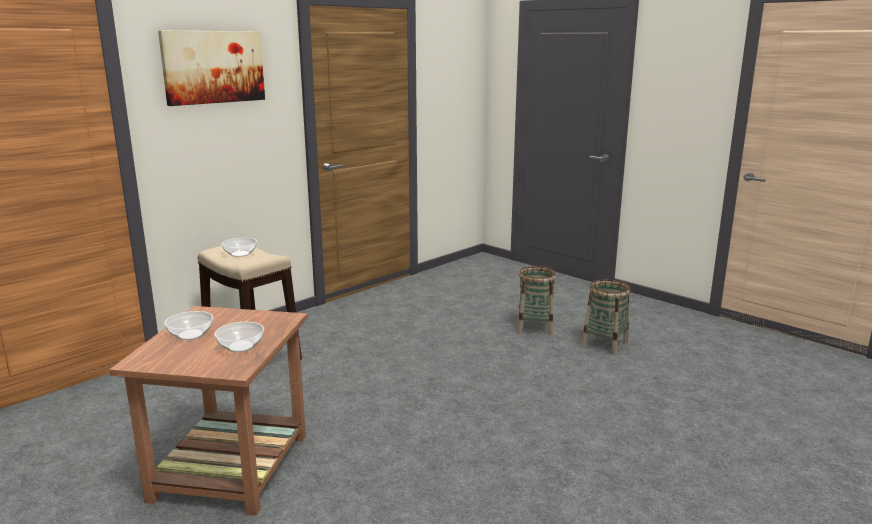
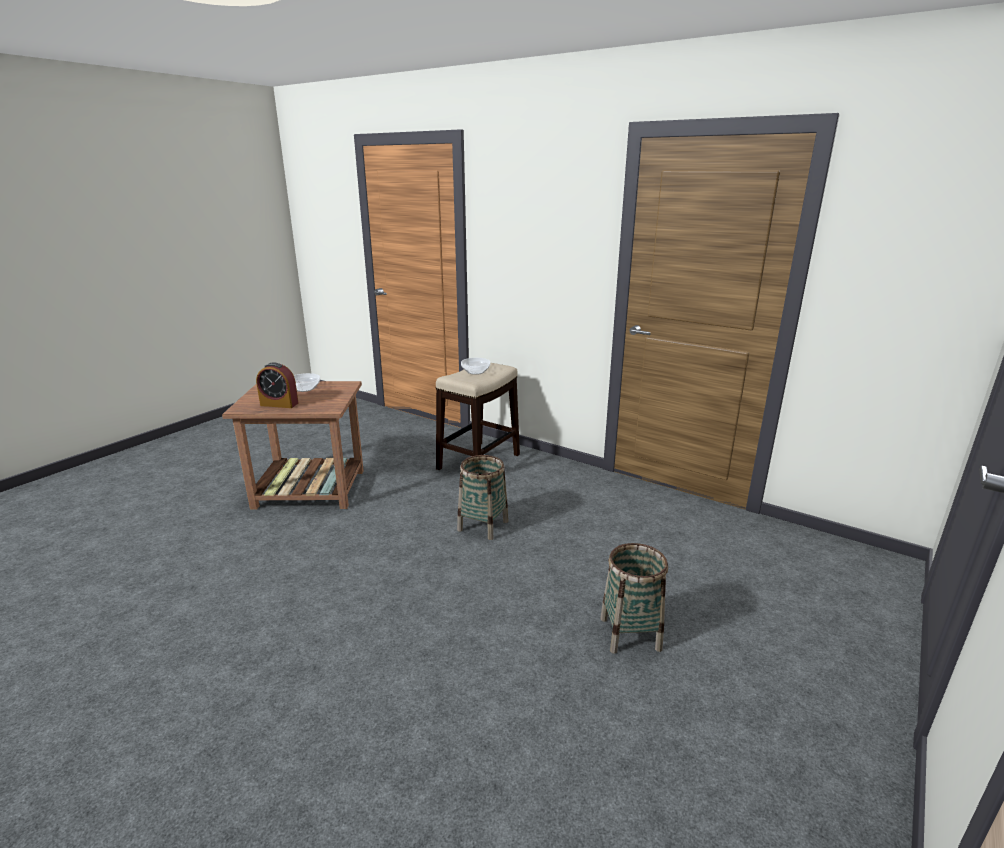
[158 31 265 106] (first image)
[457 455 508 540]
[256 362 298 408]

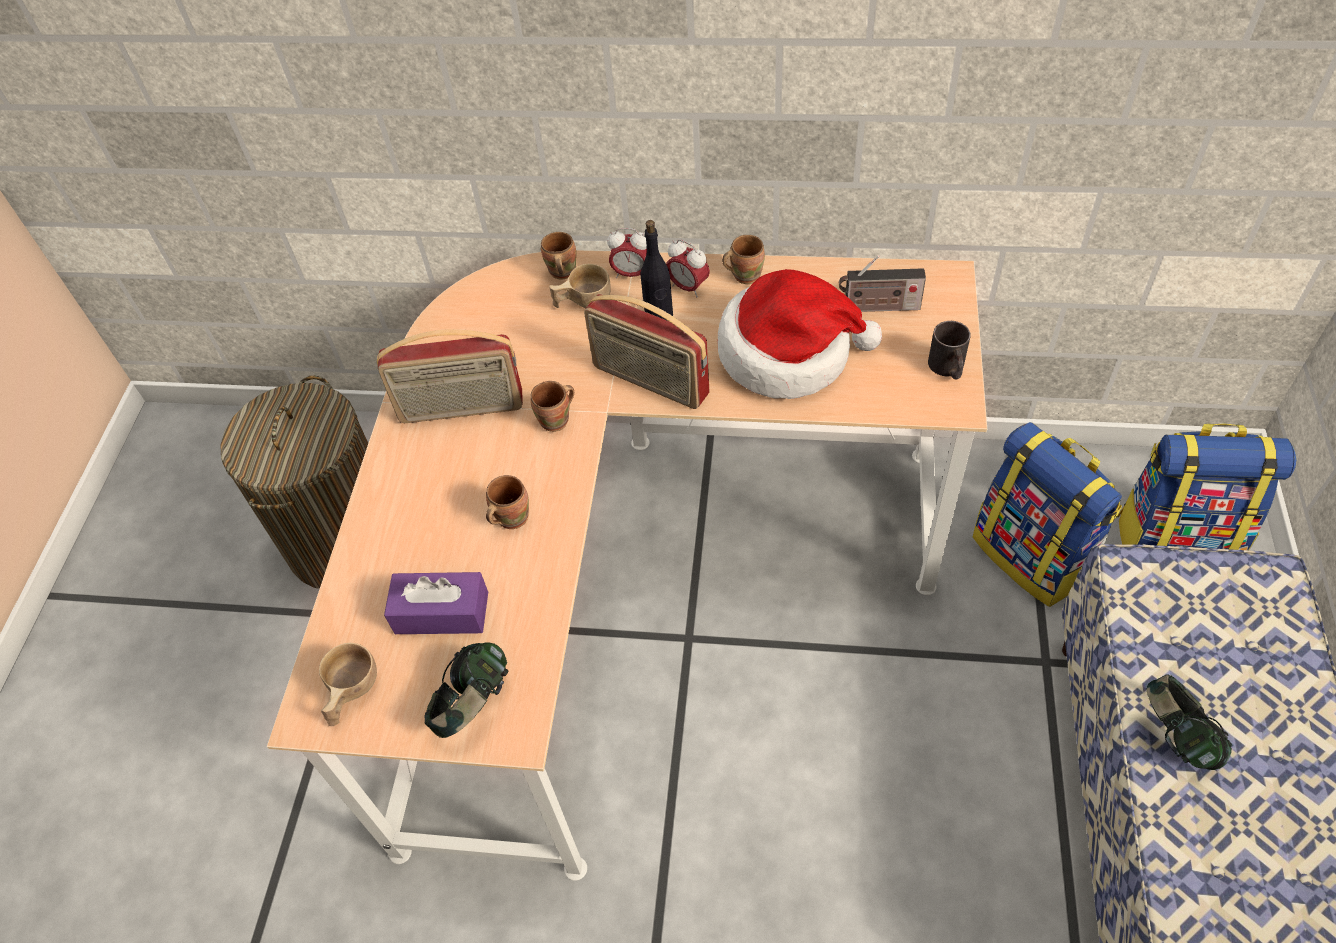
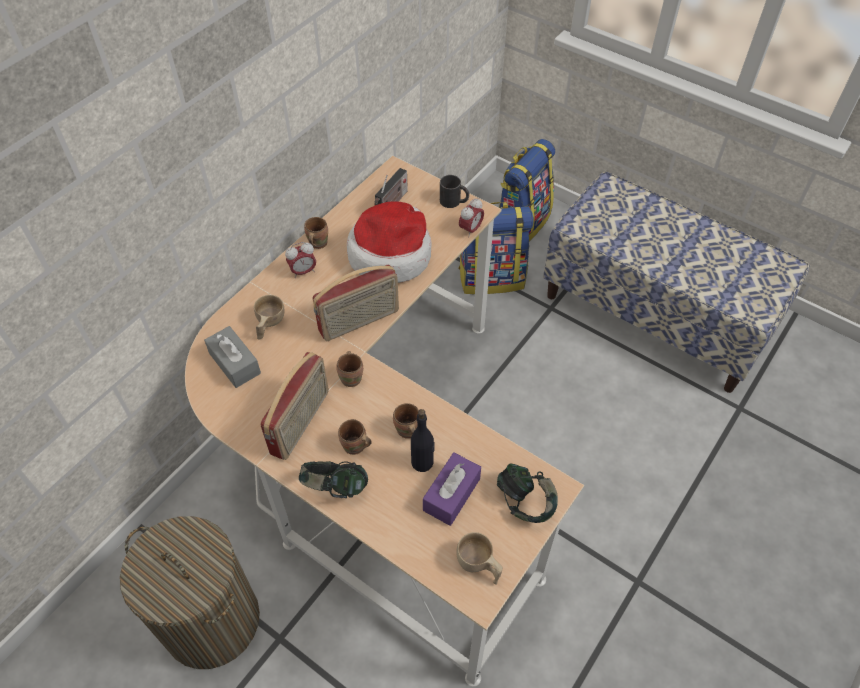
[204 326 261 388]
[338 419 372 455]
[459 198 484 235]
[411 409 435 472]
[299 461 368 498]

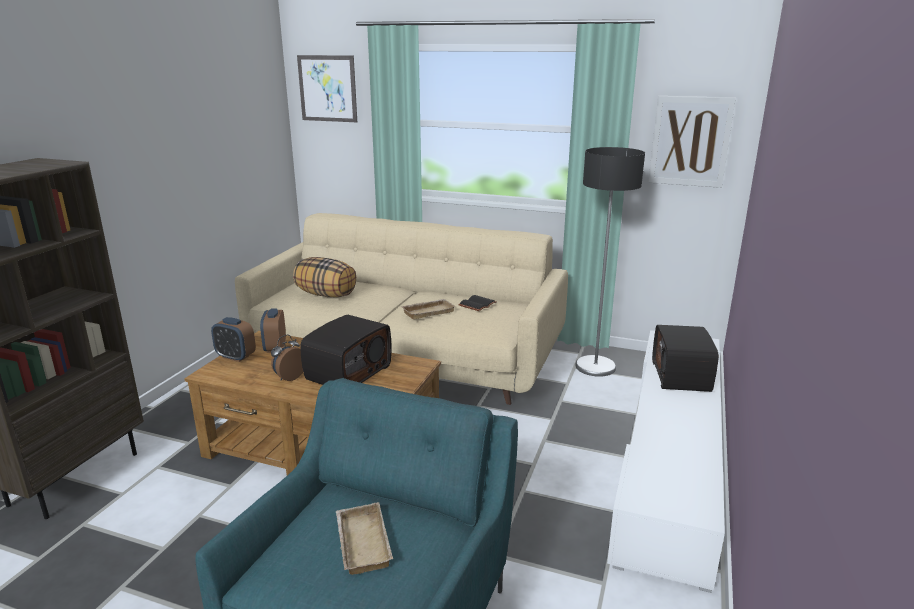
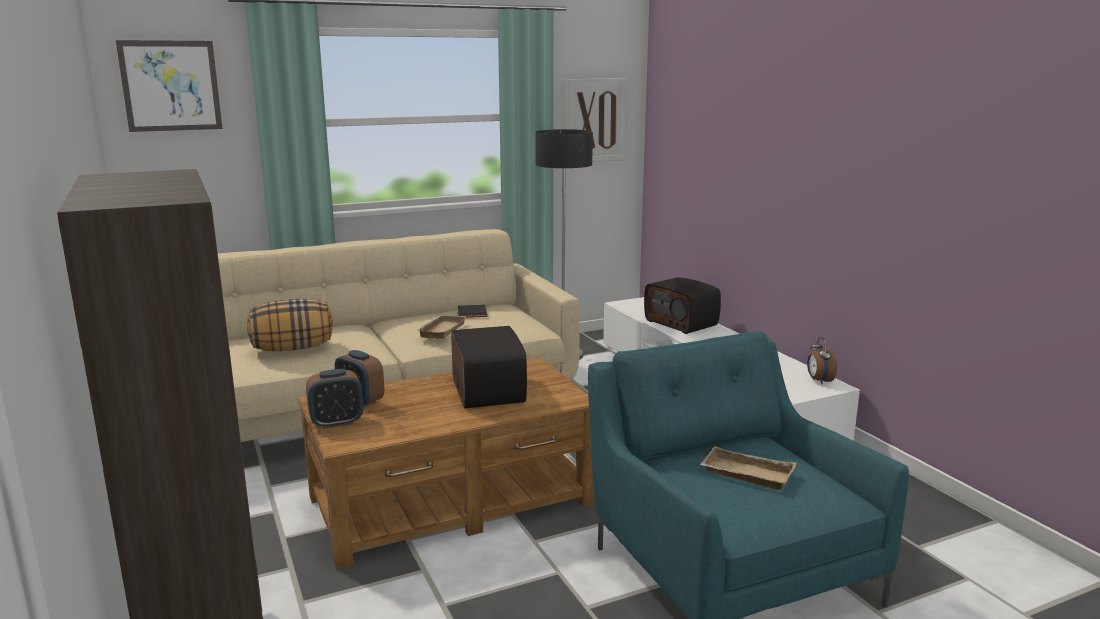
[807 337 837 384]

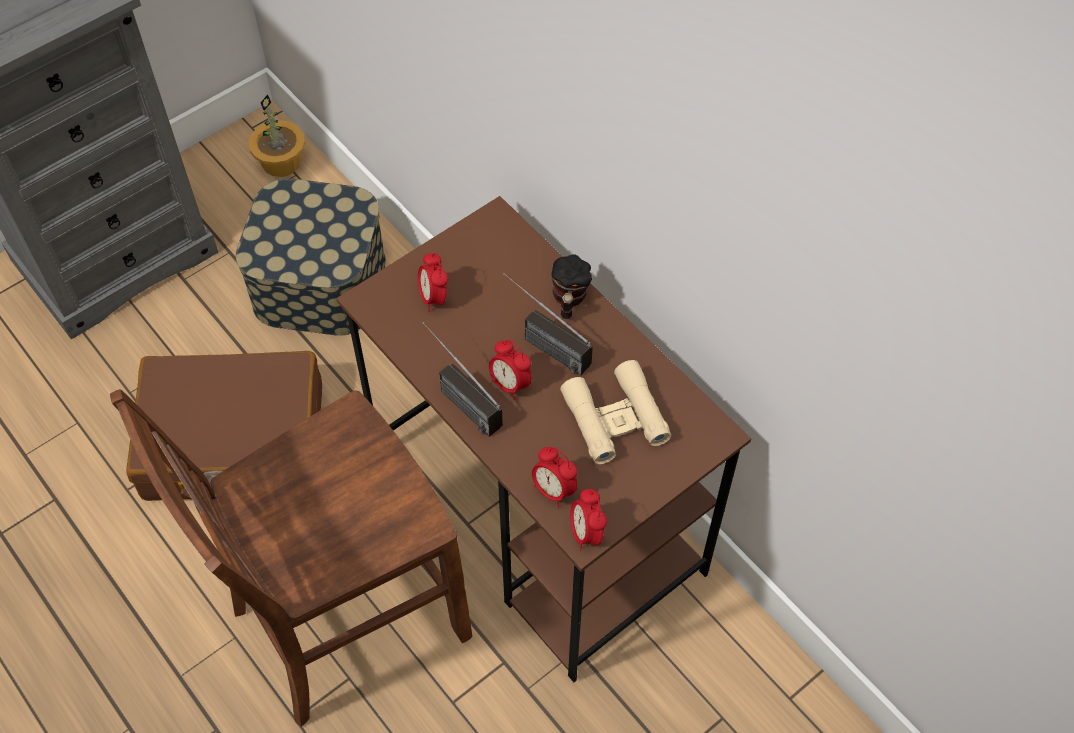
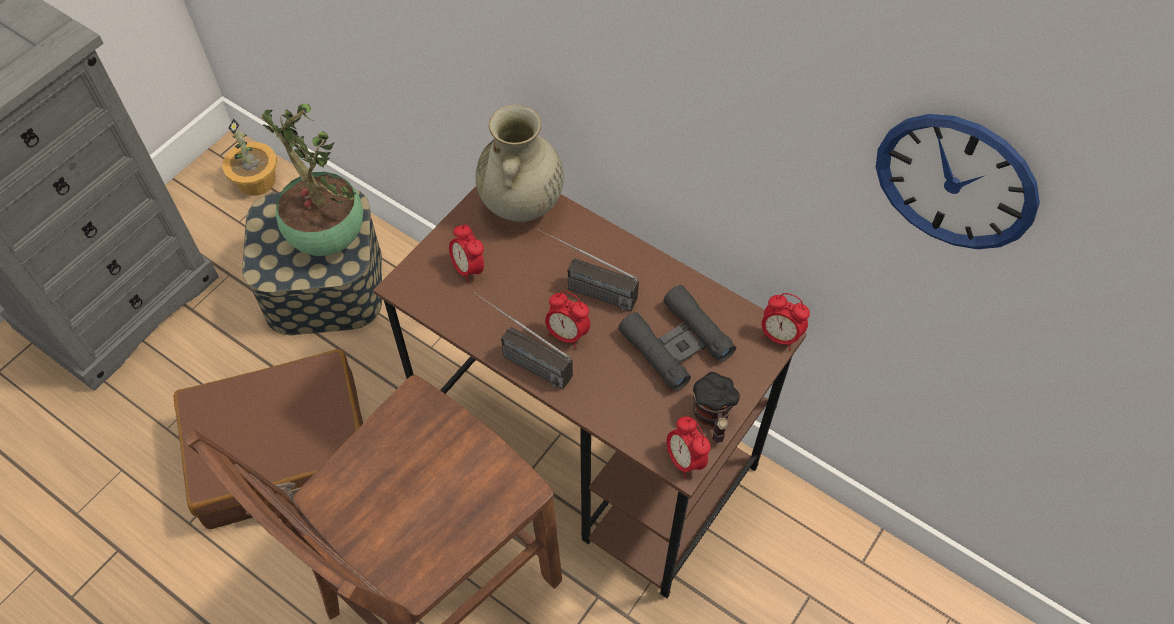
[260 103 363 256]
[476 105 564 222]
[876 114 1040 249]
[761 293 810 350]
[693 372 740 443]
[618 285 736 391]

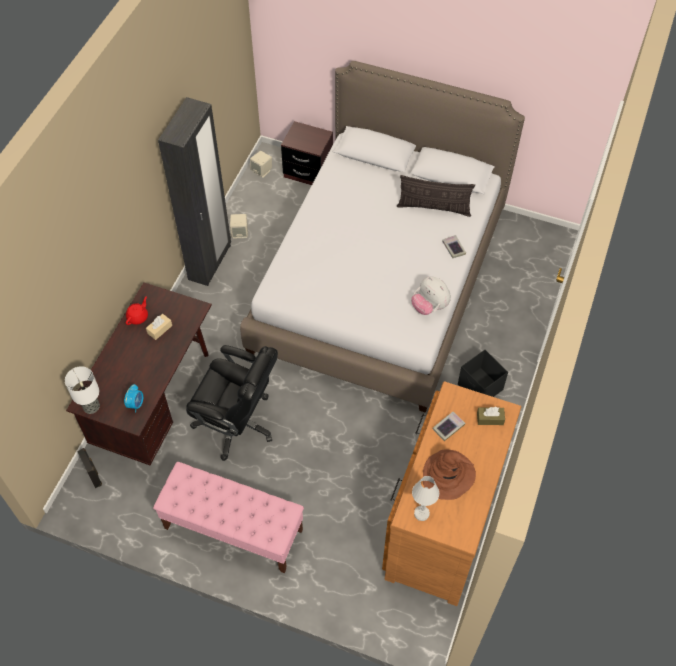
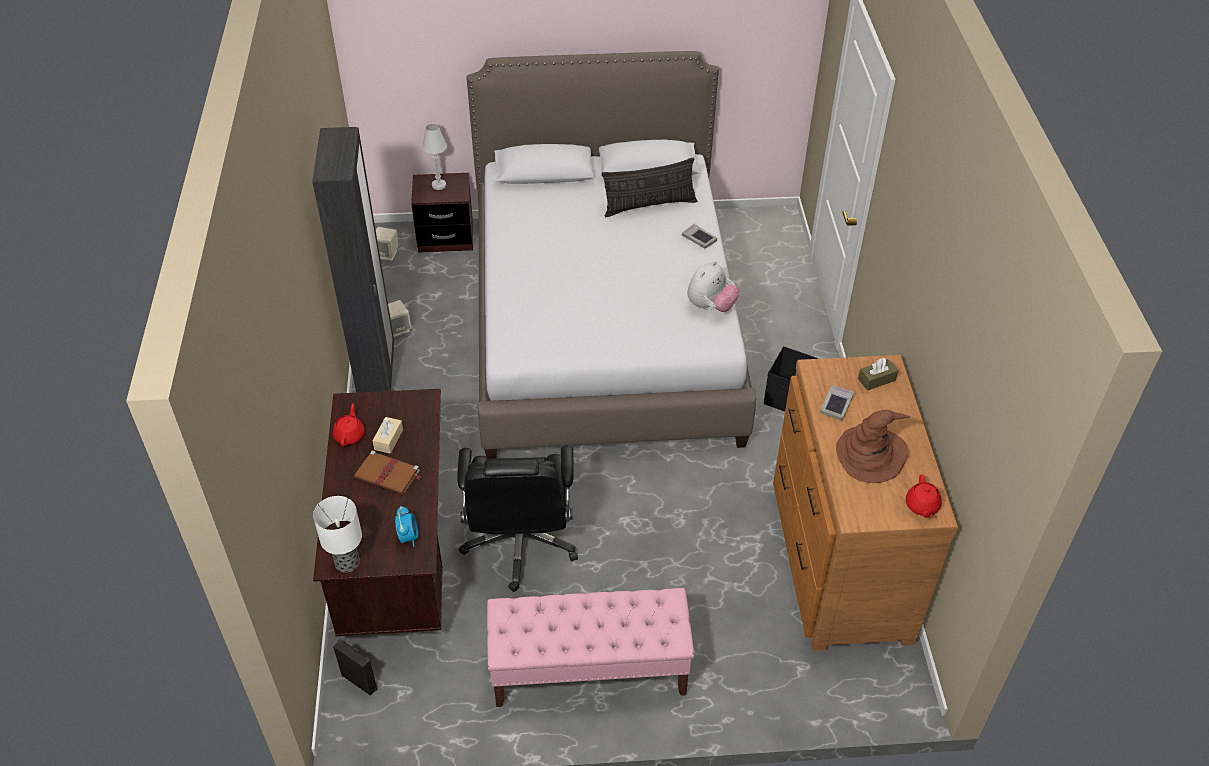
[354 450 420 495]
[906 474 942 518]
[422 124 447 190]
[457 445 578 592]
[687 261 739 312]

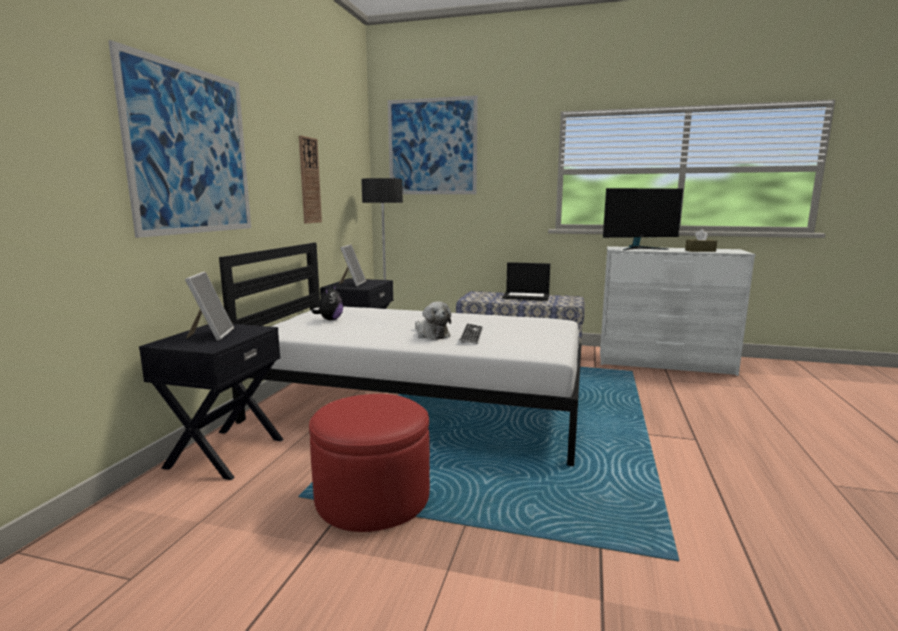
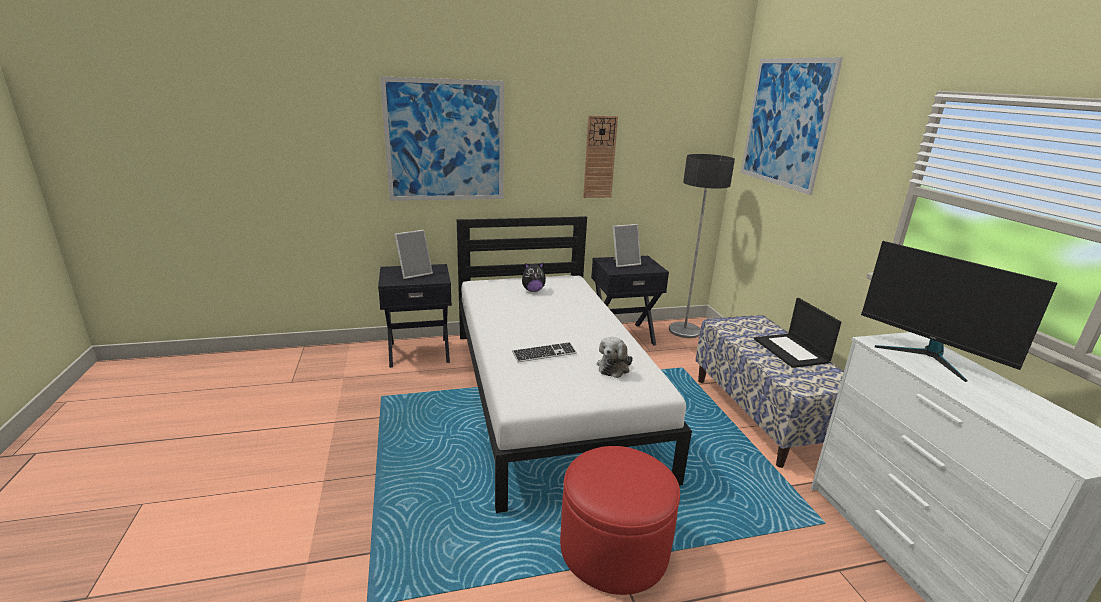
[685 229 717 252] (first image)
[560 446 680 595]
[597 337 633 378]

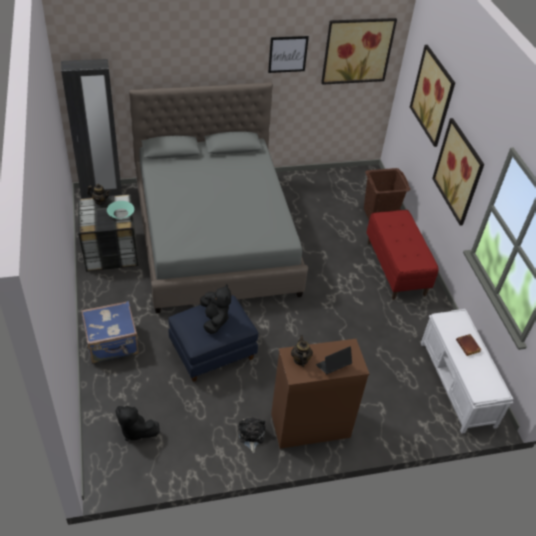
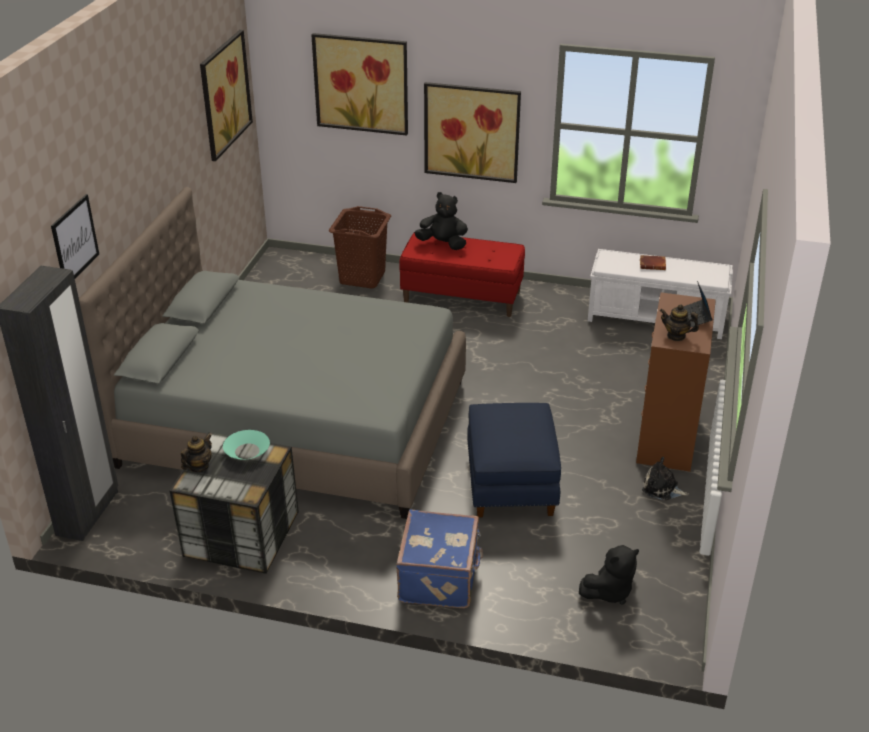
[415 192 468 250]
[51 194 99 278]

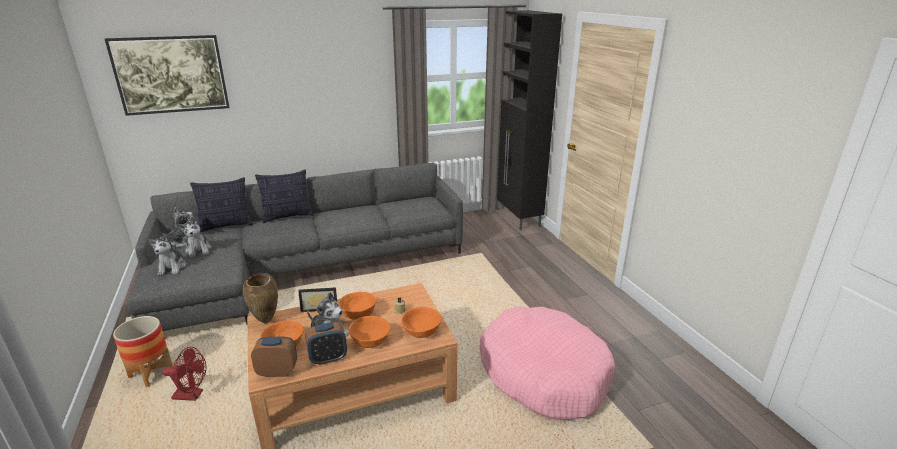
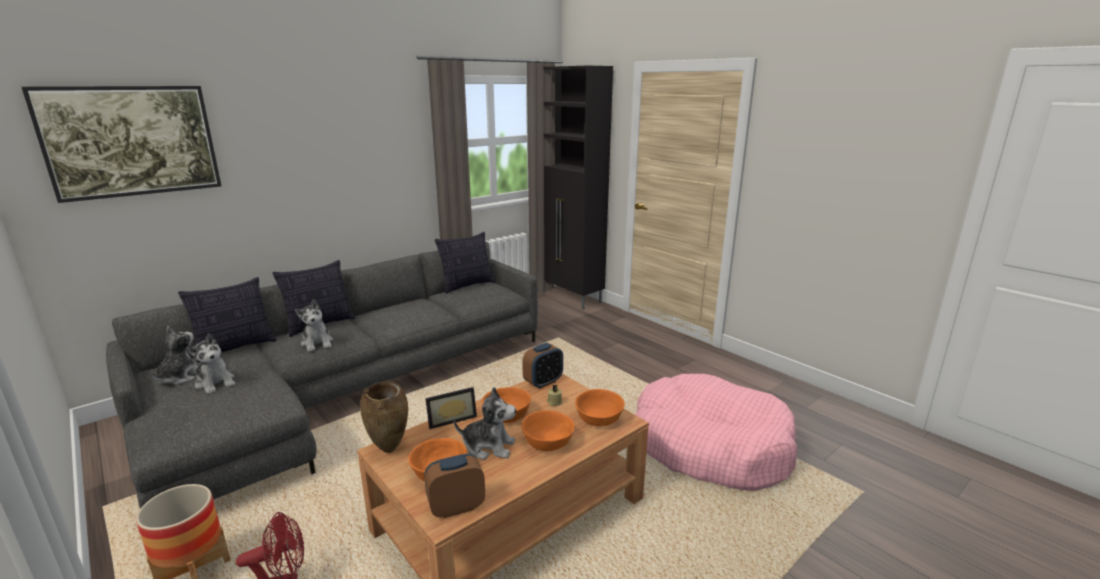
[435 232 495 294]
[295 300 333 352]
[523 343 563 389]

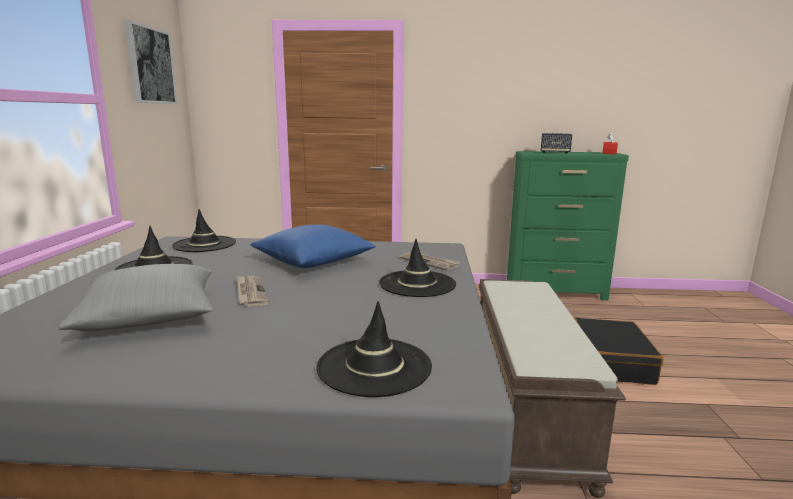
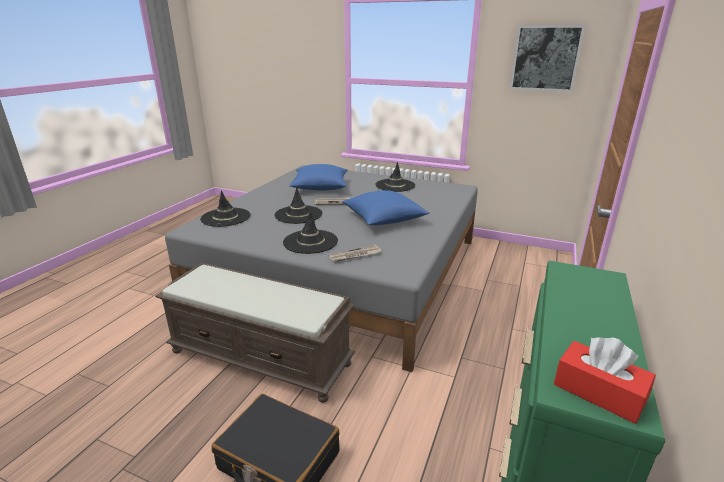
[541 133 572 154] (first image)
[274 187 322 224]
[289 164 348 190]

